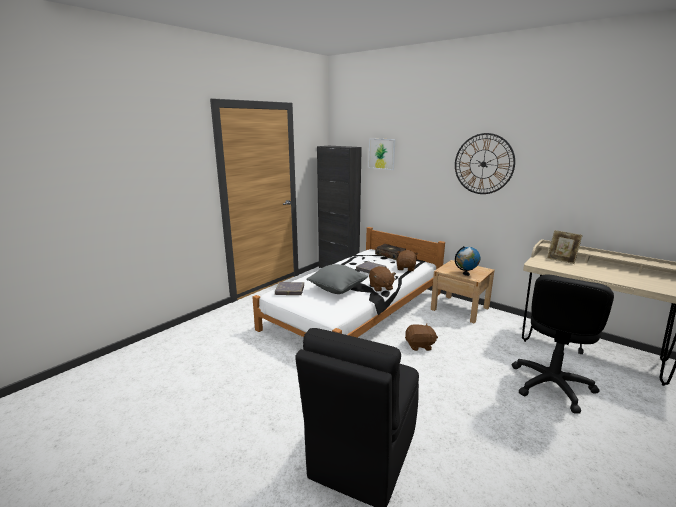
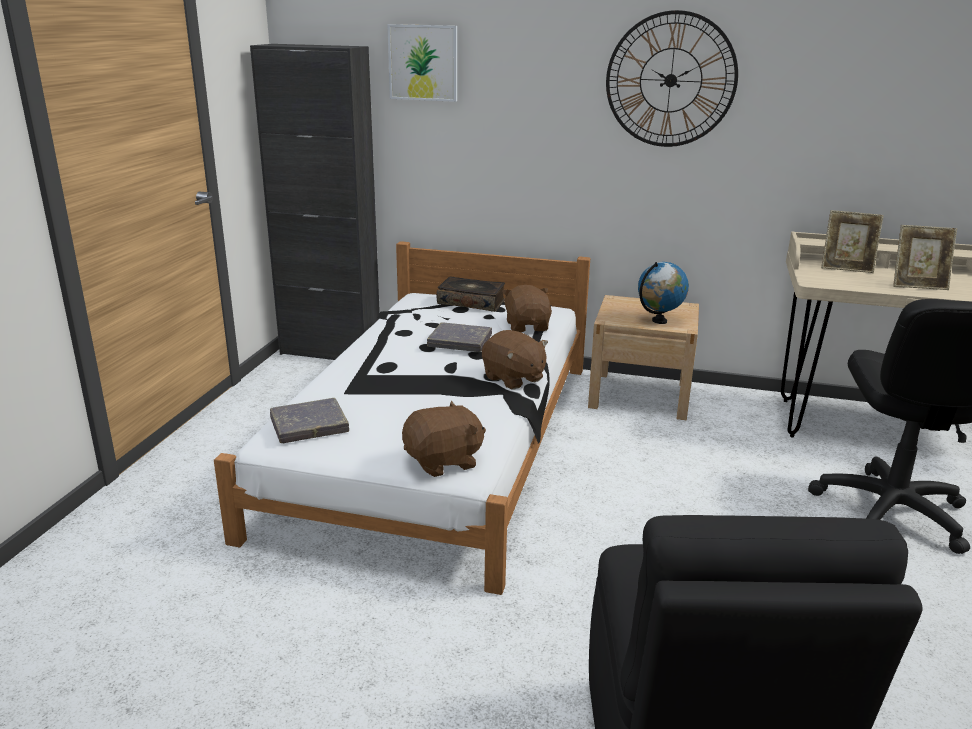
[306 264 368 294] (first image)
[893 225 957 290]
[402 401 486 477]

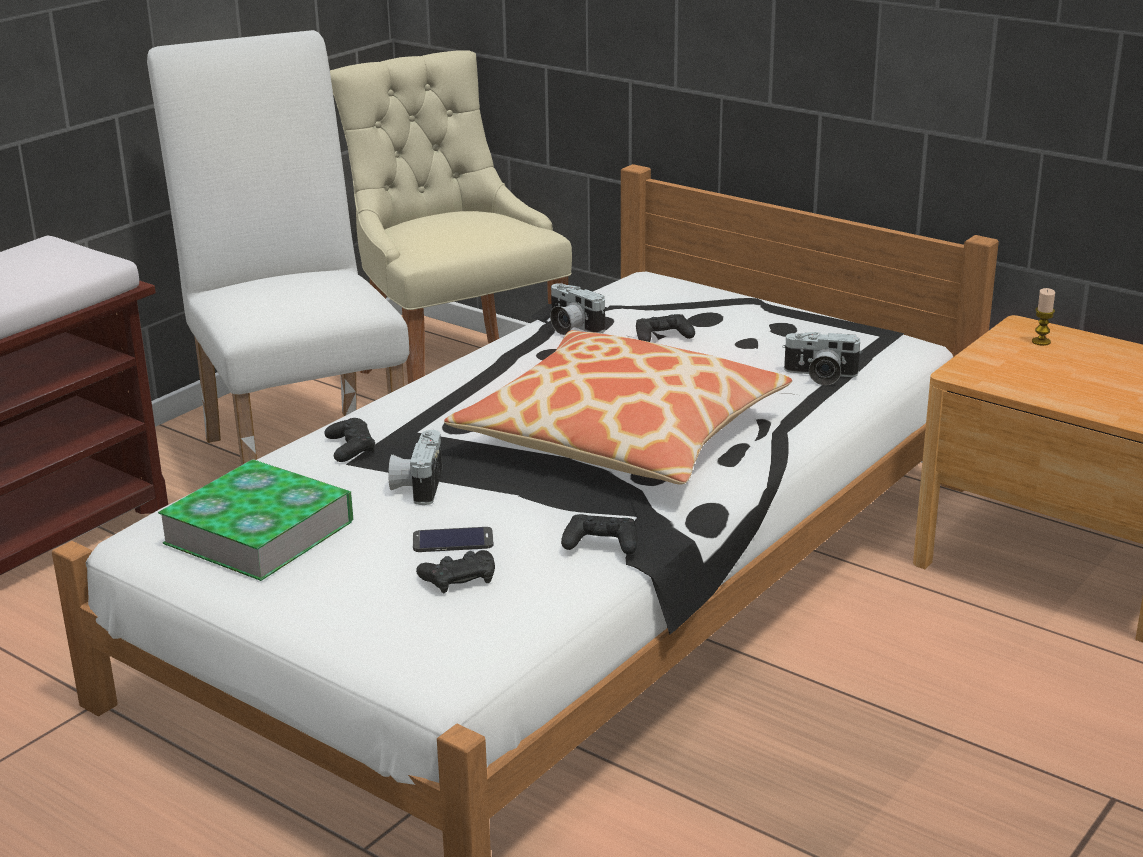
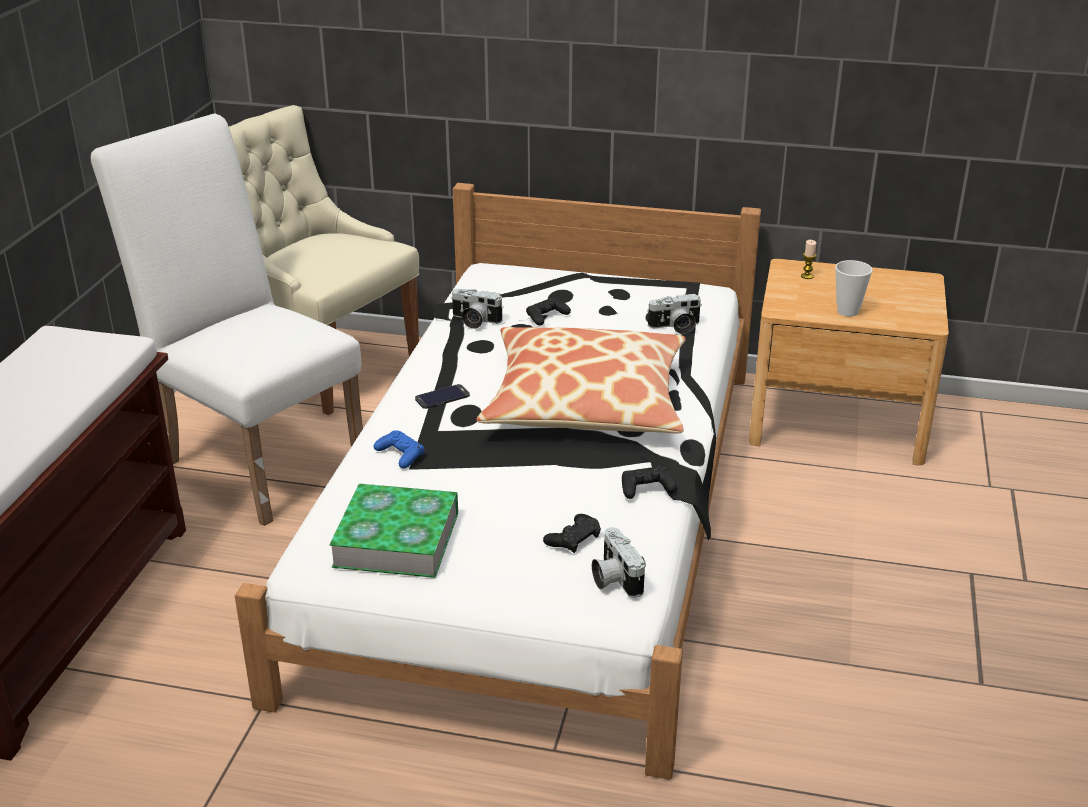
[835 260 873 317]
[592 527 646 598]
[415 384 470 409]
[374 430 424 468]

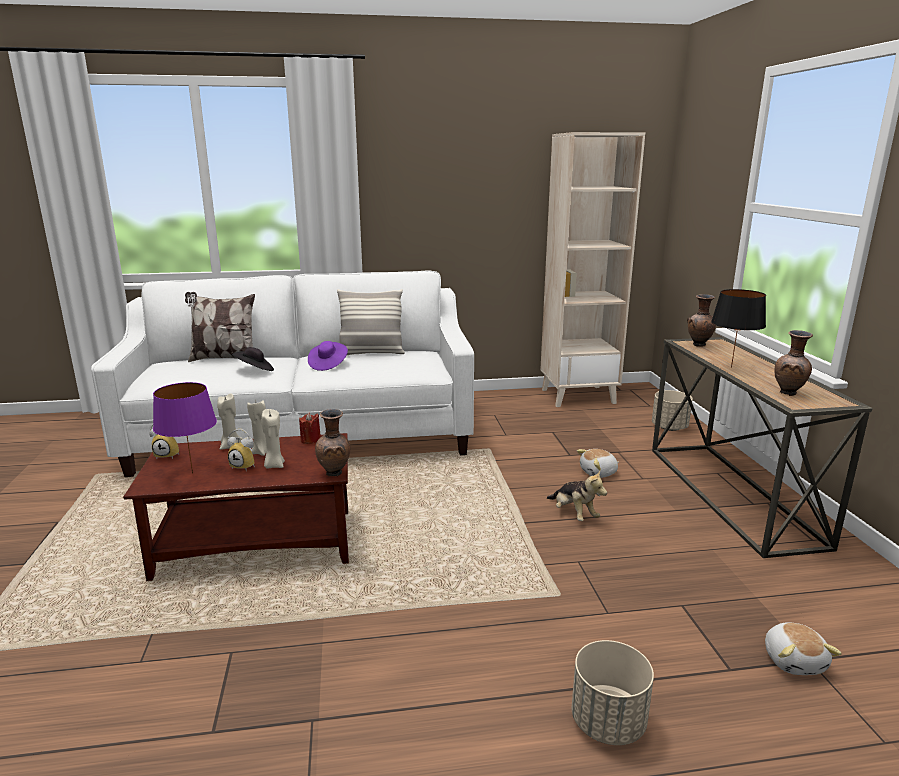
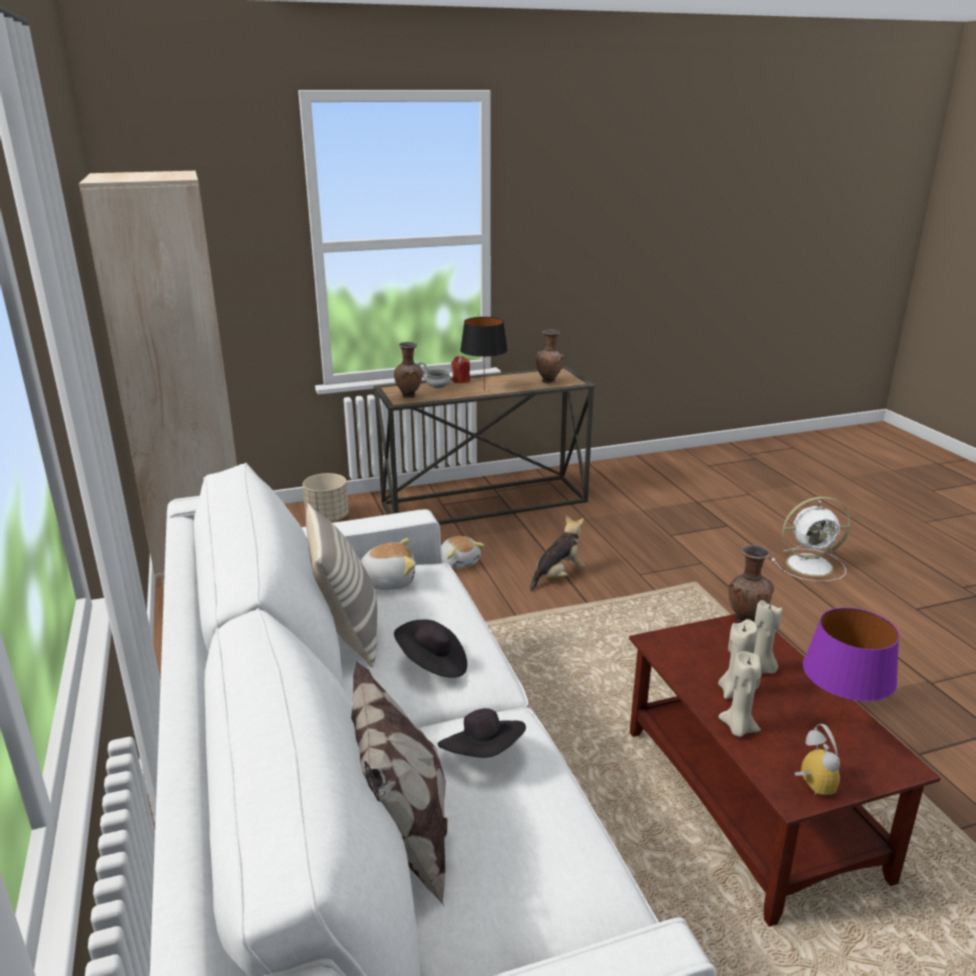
[227 429 255 471] (first image)
[416 362 451 388]
[451 356 470 383]
[360 538 416 590]
[772 497 851 581]
[394 619 467 678]

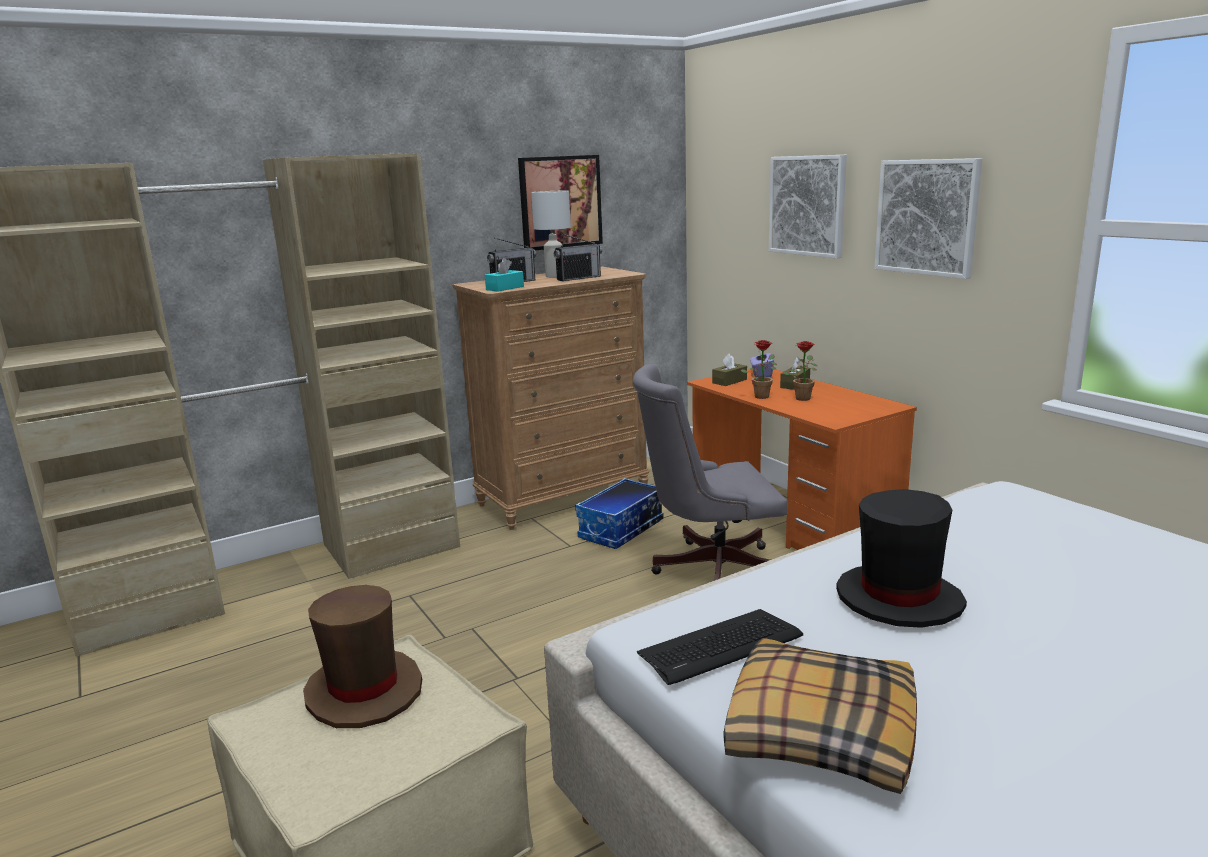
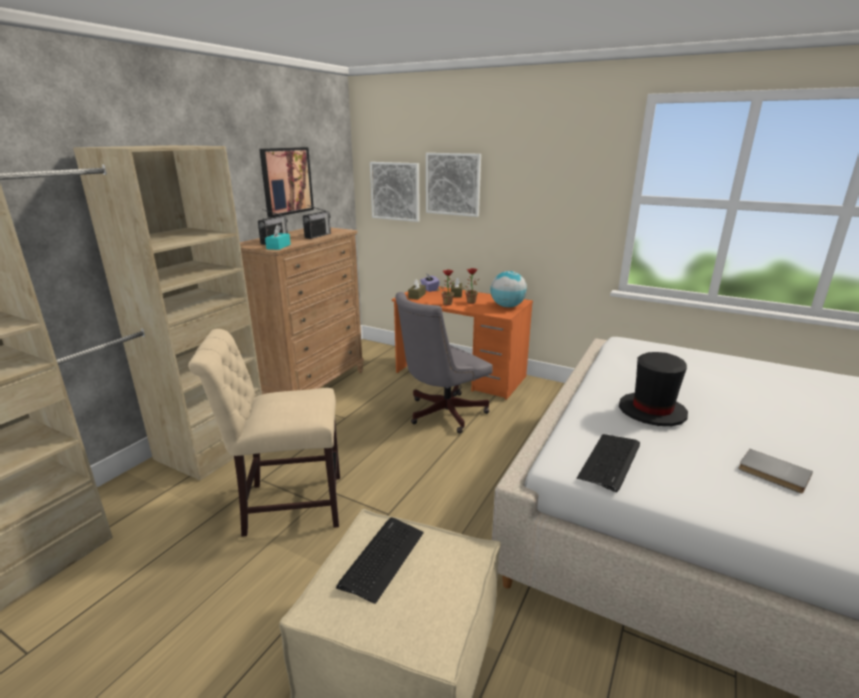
[531 191 571 278] (first image)
[575 478 664 549] (first image)
[724 638 917 794] (first image)
[188 329 340 537]
[490 271 527 308]
[738 449 813 493]
[370 162 420 222]
[336 517 424 604]

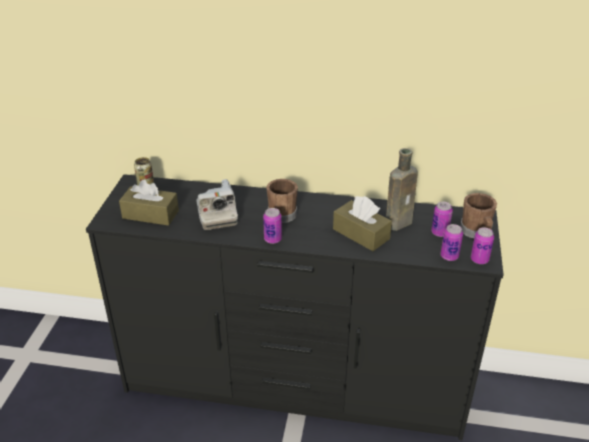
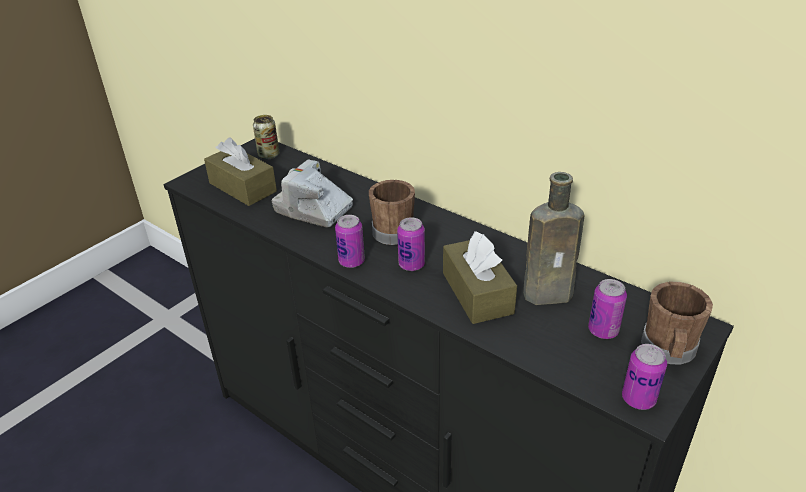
[397 217 425 271]
[272 159 353 228]

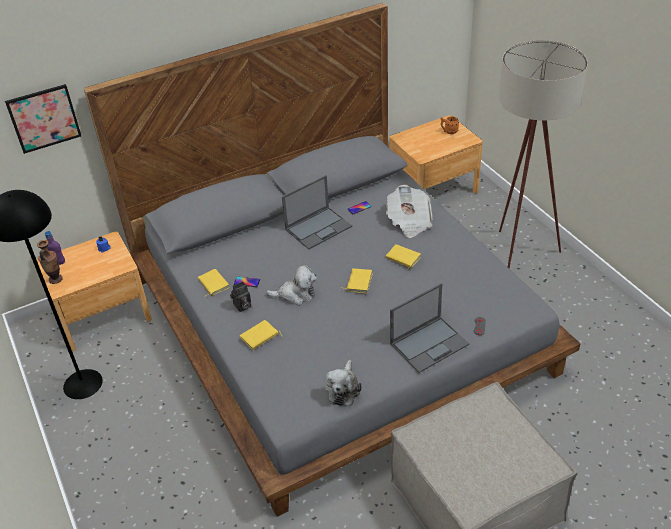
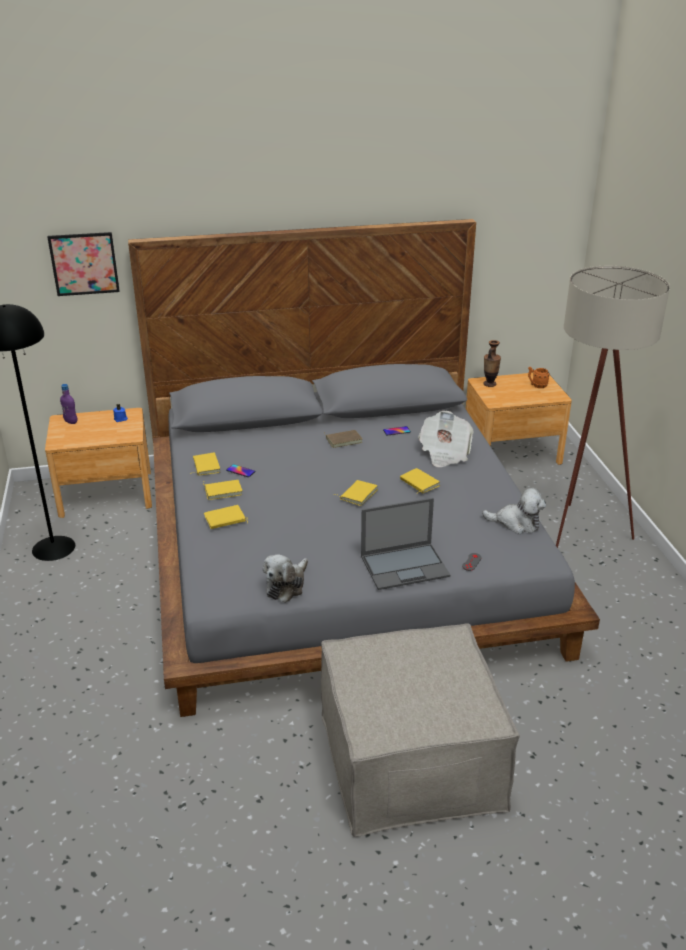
[483 340 501 387]
[482 488 546 534]
[203 480 243 500]
[324 430 362 448]

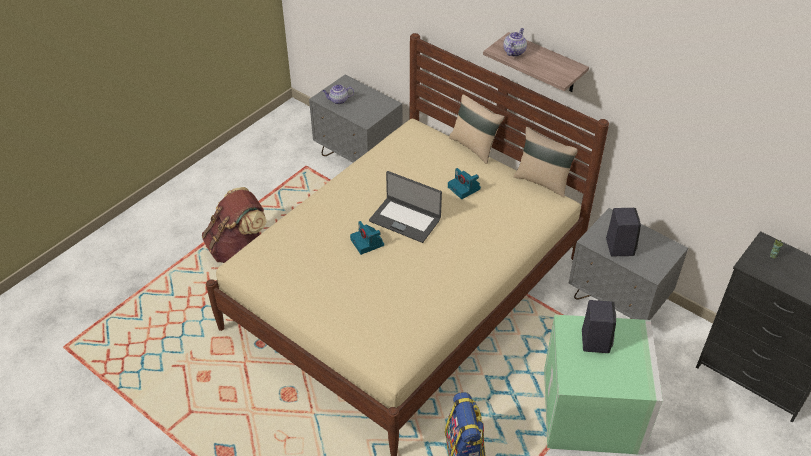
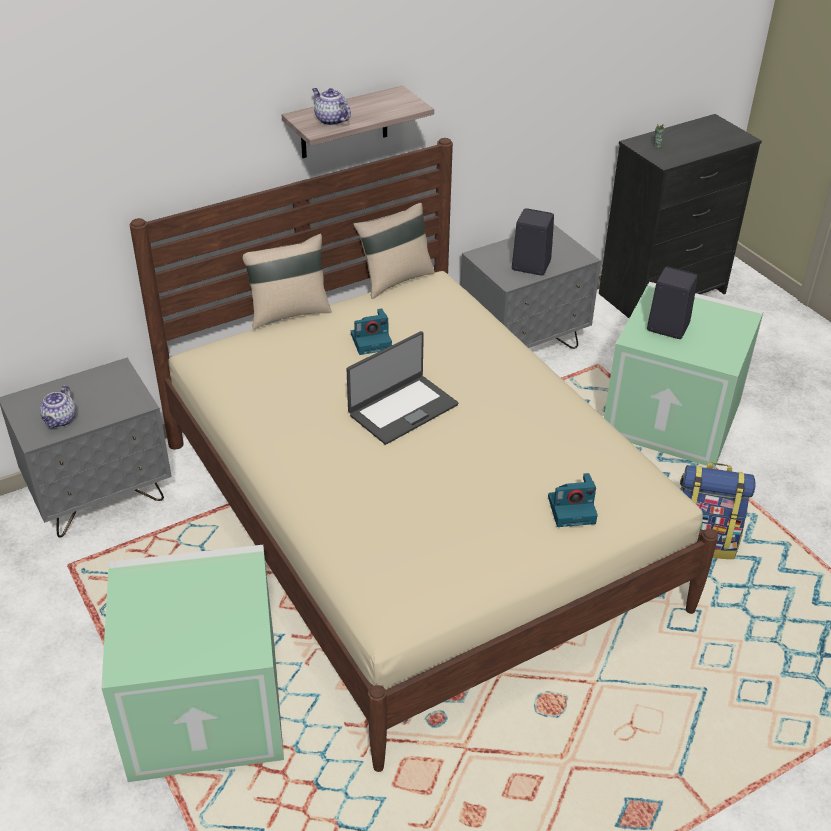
[548 473 598 527]
[101 545 284 782]

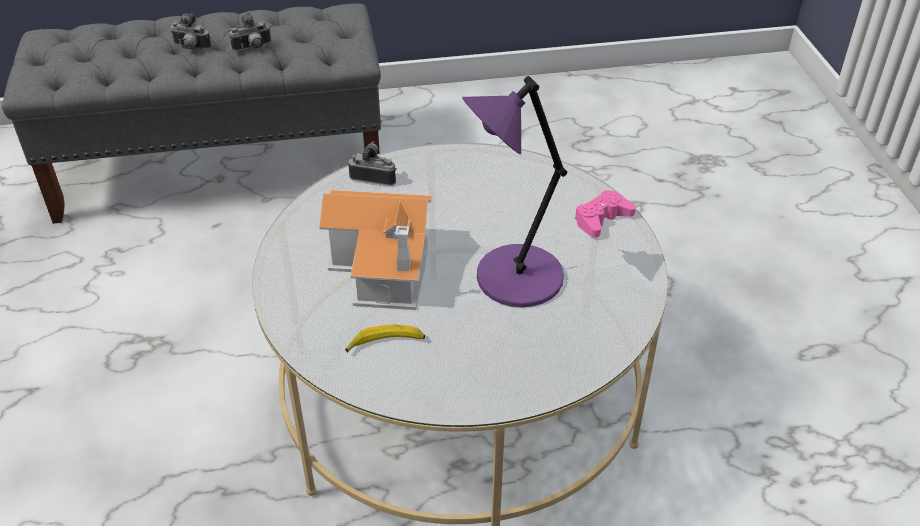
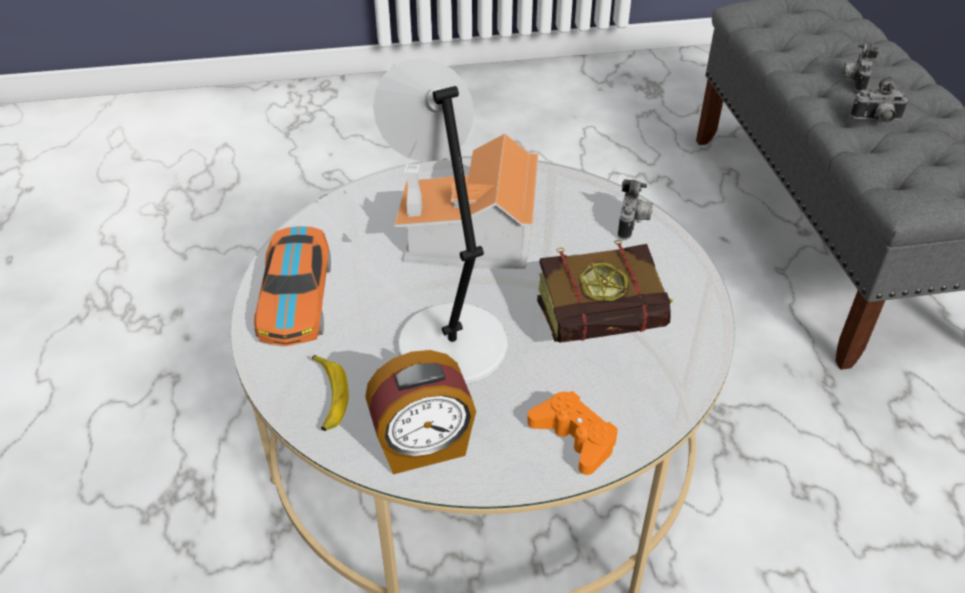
[254 226 331 346]
[365 350 476 474]
[537 240 673 343]
[312 355 348 431]
[373 58 508 384]
[527 391 618 475]
[850 76 908 123]

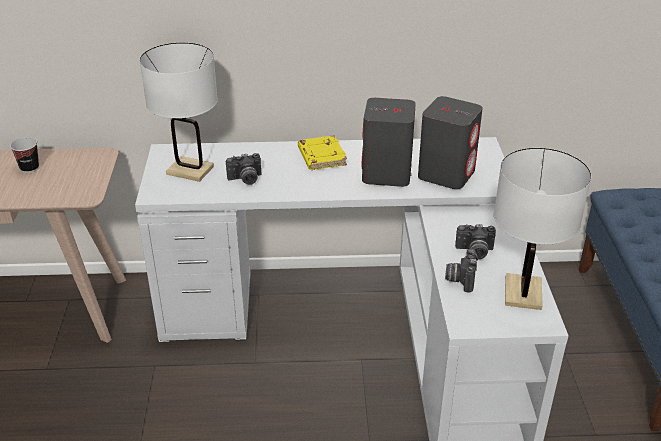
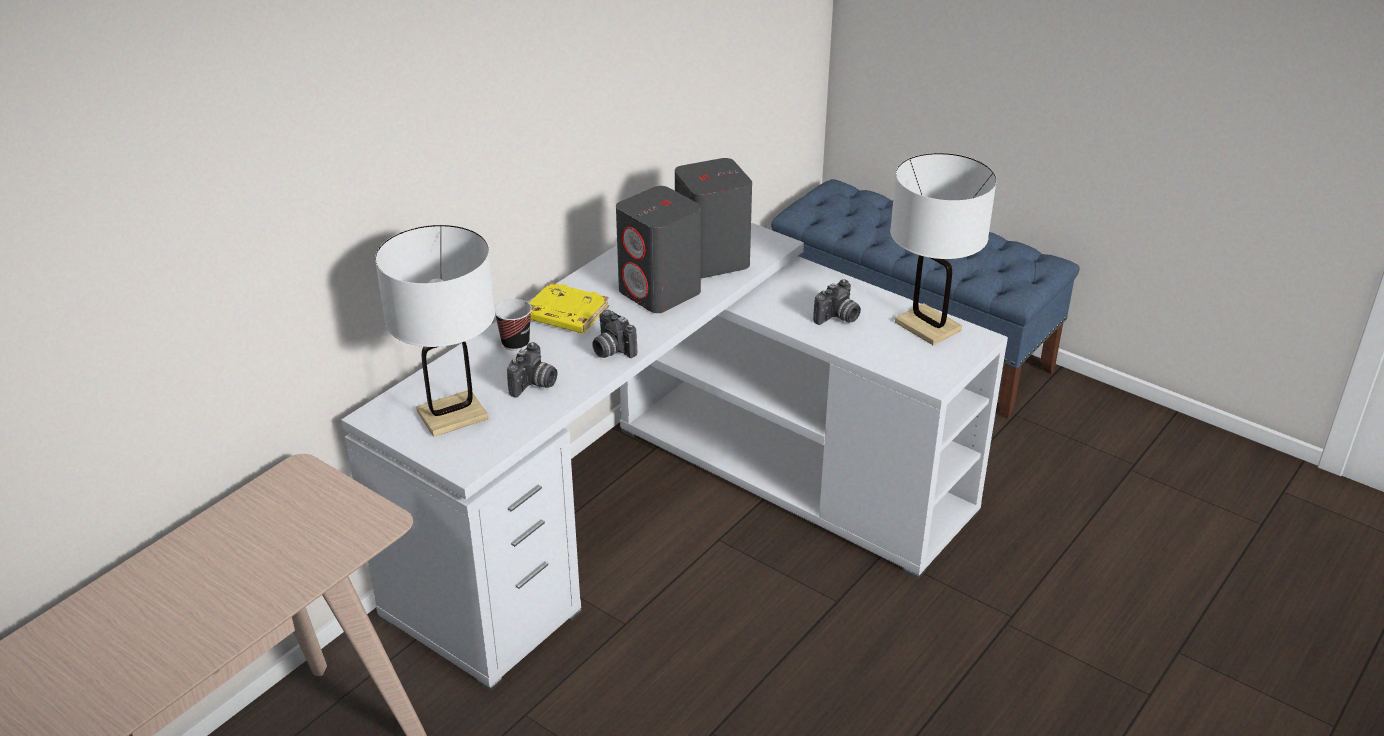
[495 299 532 351]
[592 310 637 358]

